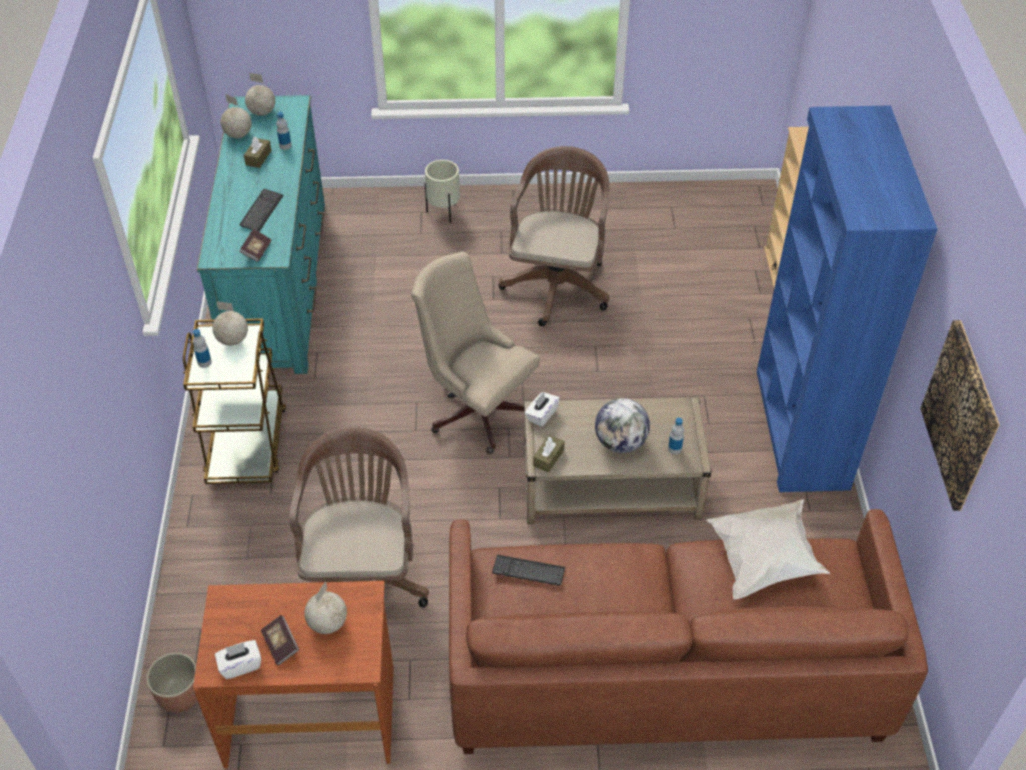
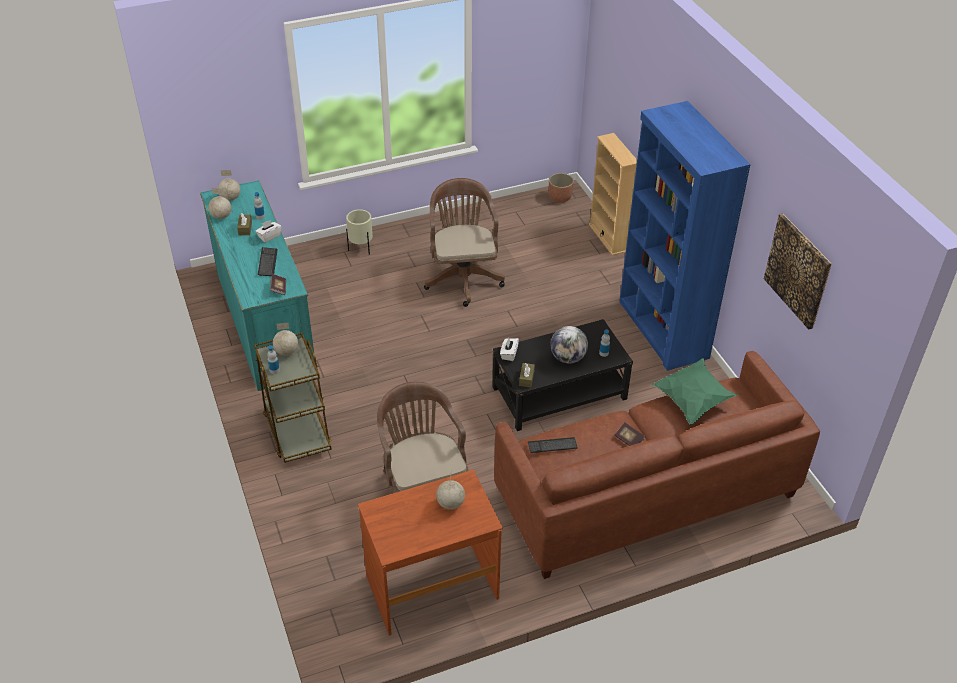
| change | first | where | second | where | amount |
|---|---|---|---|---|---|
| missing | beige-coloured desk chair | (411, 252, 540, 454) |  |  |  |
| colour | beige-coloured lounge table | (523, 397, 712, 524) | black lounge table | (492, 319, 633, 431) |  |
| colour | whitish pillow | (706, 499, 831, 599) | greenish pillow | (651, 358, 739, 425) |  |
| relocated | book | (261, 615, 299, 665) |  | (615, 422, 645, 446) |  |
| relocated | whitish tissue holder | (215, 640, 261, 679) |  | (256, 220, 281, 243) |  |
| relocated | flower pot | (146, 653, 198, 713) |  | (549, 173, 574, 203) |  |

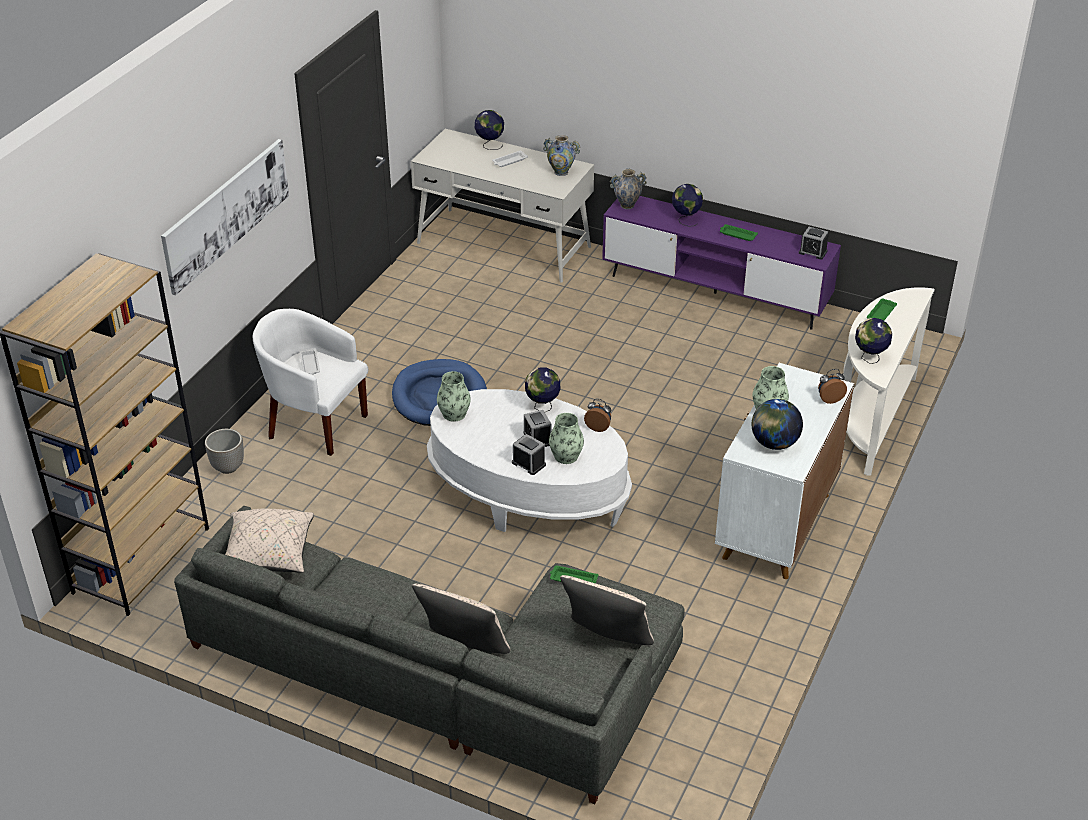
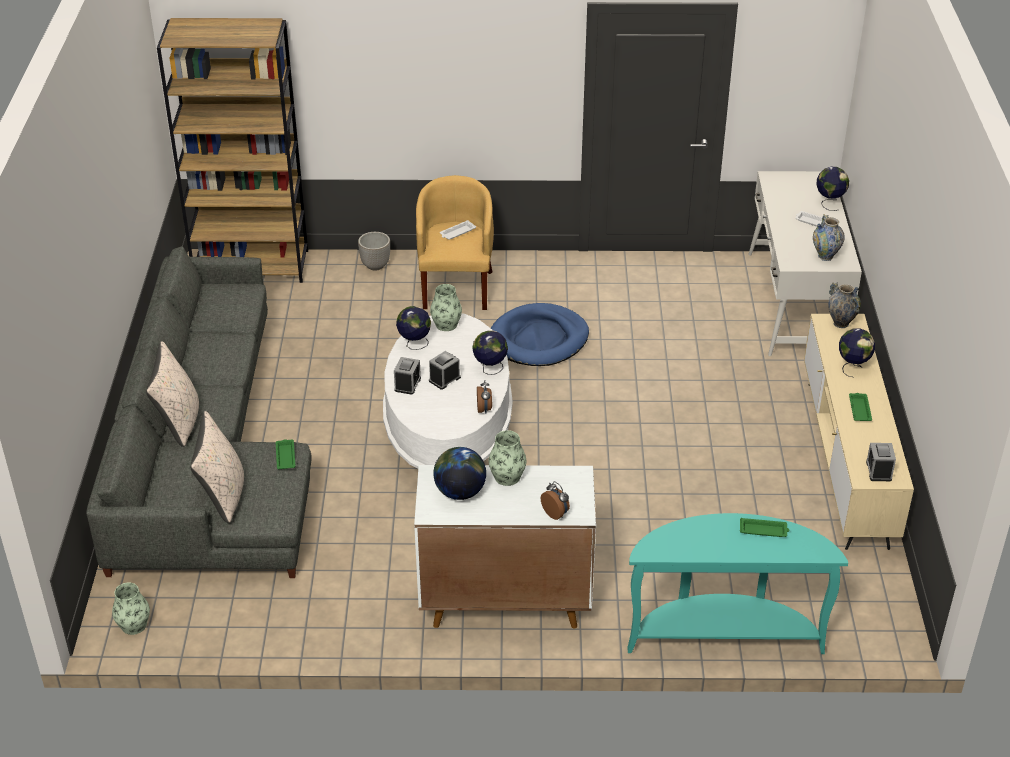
| change | first | where | second | where | amount |
|---|---|---|---|---|---|
| missing | wall art | (161, 139, 289, 296) |  |  |  |
| colour | purple-coloured media console | (602, 196, 841, 330) | beige-coloured media console | (804, 314, 914, 550) |  |
| colour | whitish narrow table | (843, 287, 935, 476) | turquoise narrow table | (627, 513, 848, 654) |  |
| colour | whitish lounge chair | (253, 309, 369, 456) | yellowish lounge chair | (416, 175, 494, 310) |  |
| relocated | world globe | (855, 318, 892, 364) |  | (396, 306, 431, 350) |  |
| relocated | vase | (549, 413, 584, 464) |  | (112, 583, 150, 635) |  |
| missing | beige-coloured pillow | (225, 509, 314, 573) |  |  |  |

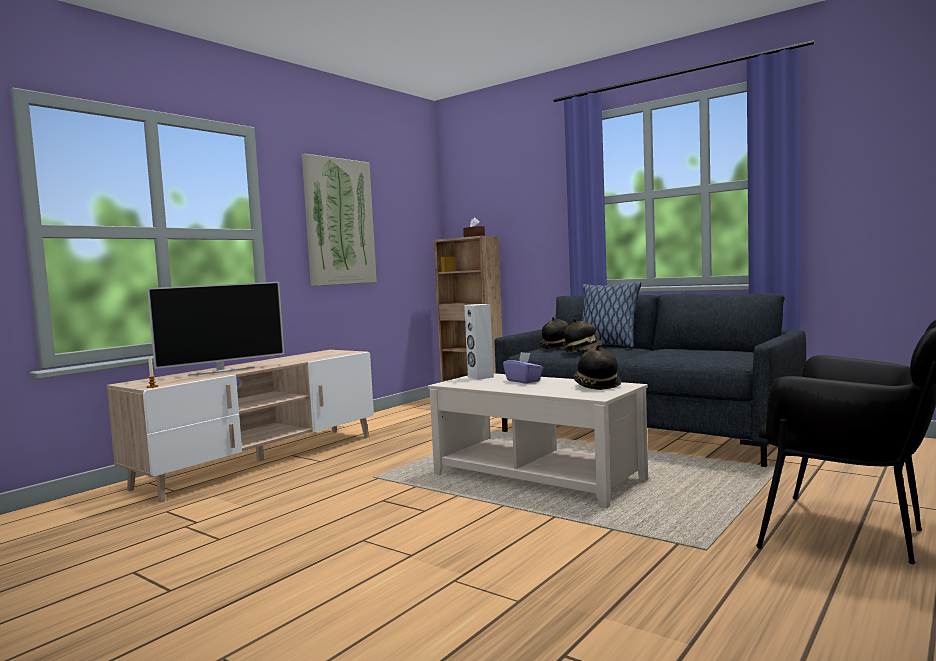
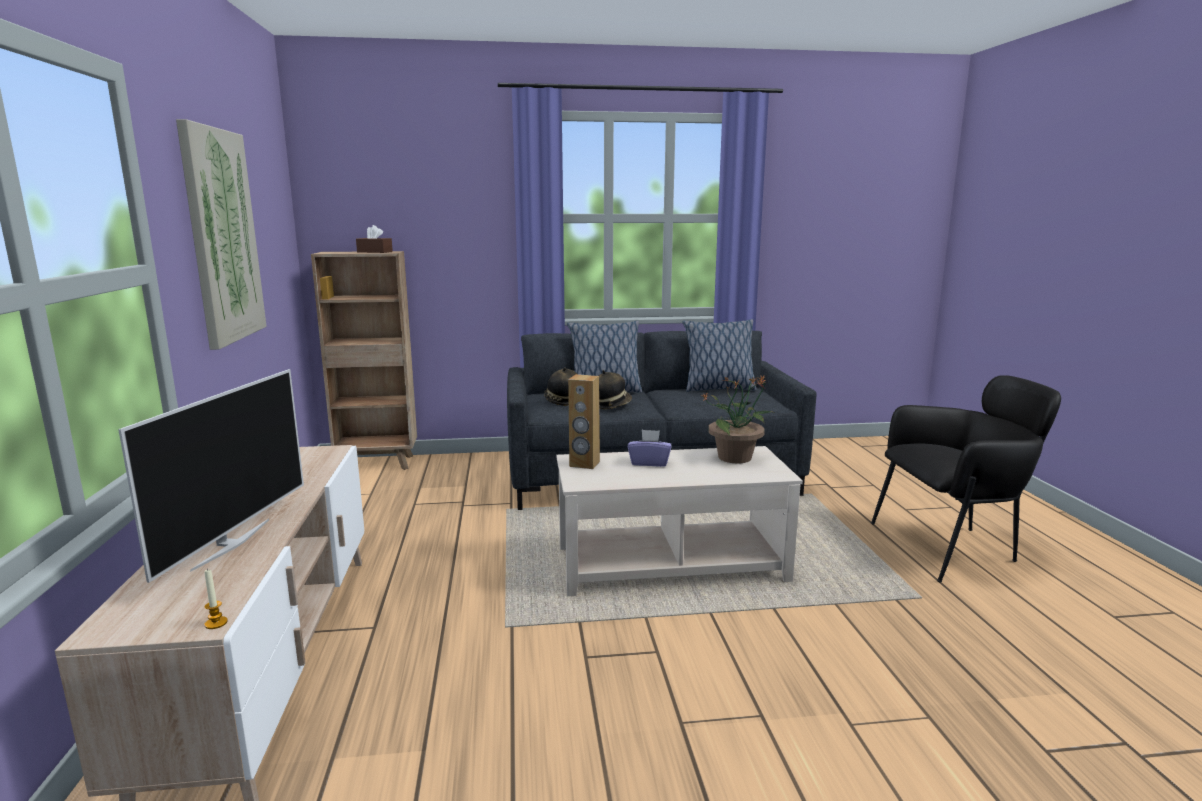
| change | first | where | second | where | amount |
|---|---|---|---|---|---|
| colour | whitish speaker | (464, 304, 494, 380) | brownish speaker | (568, 374, 600, 469) |  |
| exchanged | wearable hat | (573, 345, 621, 390) | potted plant | (701, 374, 776, 463) |  |
| appeared |  |  | pillow | (682, 319, 757, 392) |  |

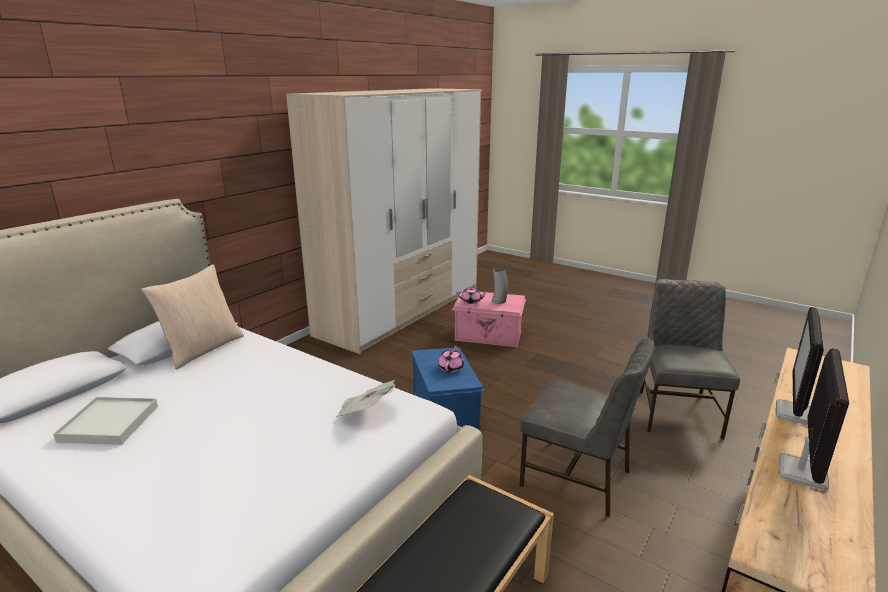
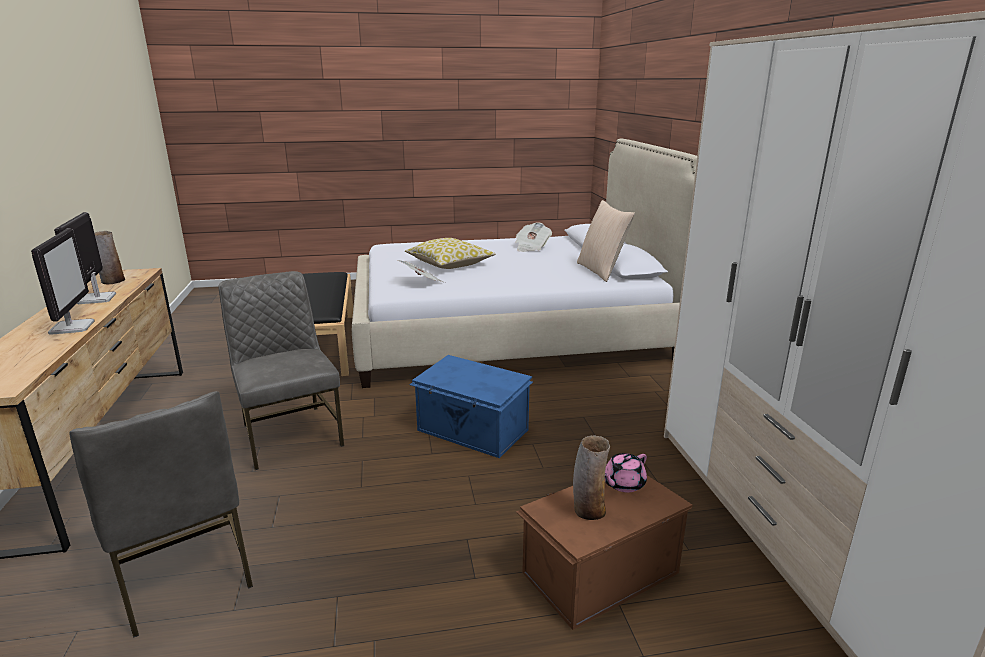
| change | first | where | second | where | amount |
|---|---|---|---|---|---|
| colour | pink storage bin | (452, 290, 526, 347) | brownish storage bin | (516, 475, 693, 630) |  |
| spun | gray upright chair | (519, 338, 655, 517) |  | (218, 271, 344, 470) | 75 degrees clockwise |
| missing | pink teapot | (438, 345, 464, 373) |  |  |  |
| exchanged | whitish tray | (53, 397, 158, 445) | newspaper | (515, 222, 552, 252) |  |
| appeared |  |  | vase | (94, 231, 125, 284) |  |
| appeared |  |  | pillow | (405, 238, 496, 269) |  |

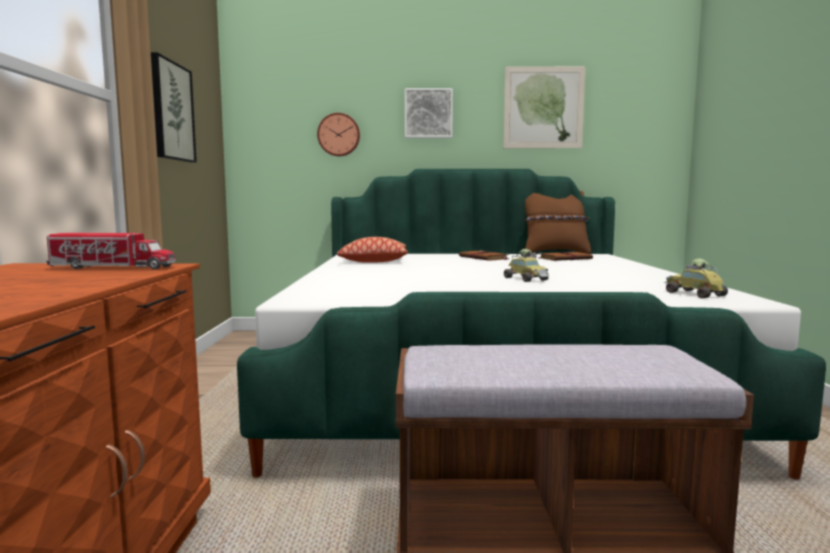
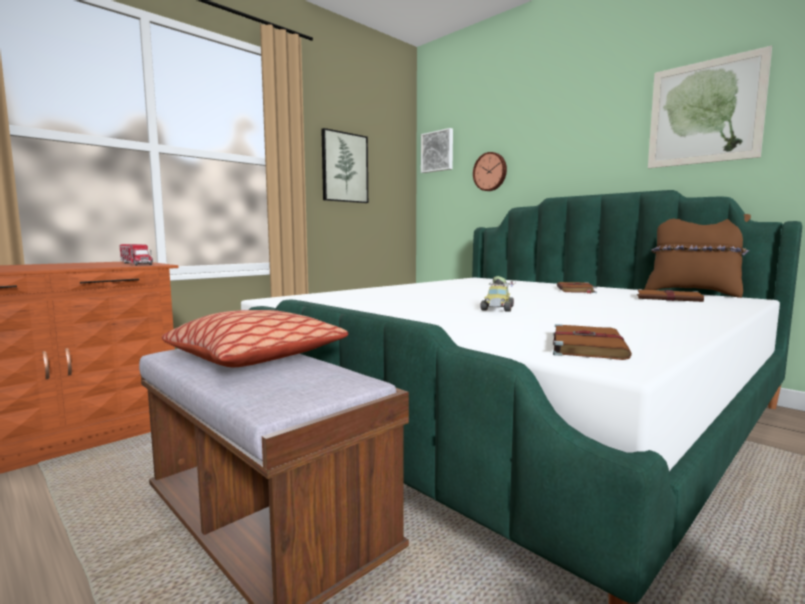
| change | first | where | second | where | amount |
|---|---|---|---|---|---|
| relocated | wall art | (405, 88, 453, 138) |  | (421, 128, 453, 173) |  |
| relocated | pillow | (337, 237, 408, 263) |  | (162, 310, 348, 367) |  |
| exchanged | model car | (664, 259, 728, 298) | brownish book | (553, 324, 632, 360) |  |

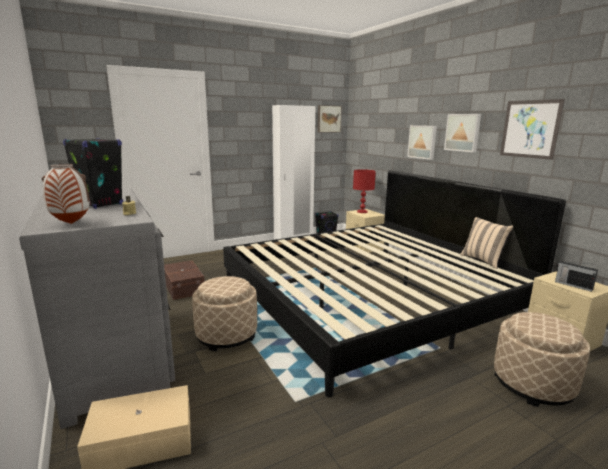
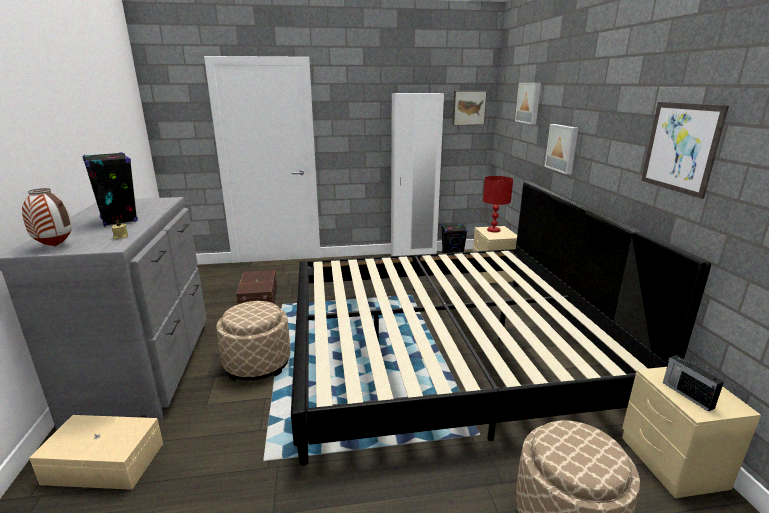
| change | first | where | second | where | amount |
|---|---|---|---|---|---|
| relocated | wall art | (444, 114, 481, 152) |  | (515, 83, 541, 124) |  |
| missing | beige-coloured pillow | (460, 217, 513, 269) |  |  |  |

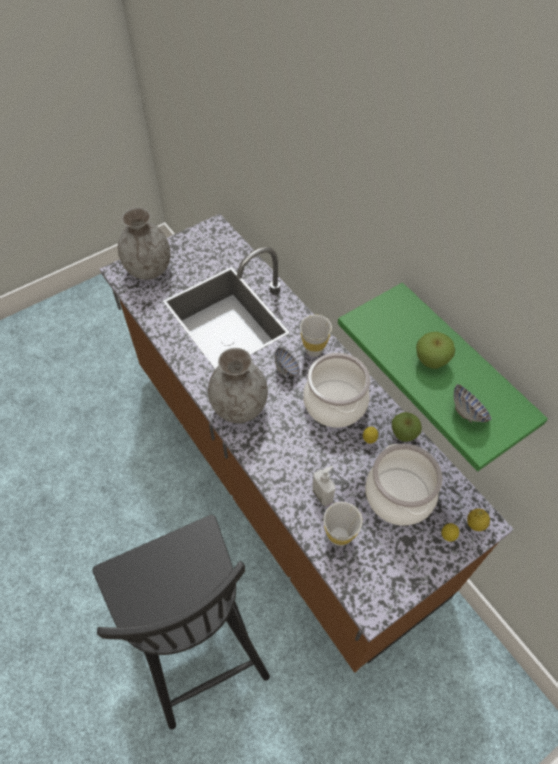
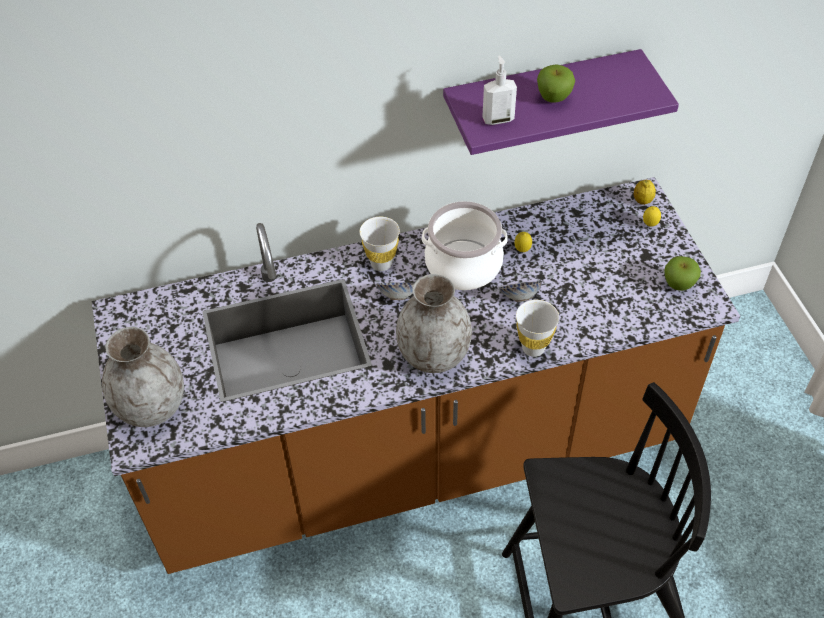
| change | first | where | second | where | amount |
|---|---|---|---|---|---|
| colour | greenish bracket shelf | (338, 283, 548, 471) | purple-coloured bracket shelf | (443, 49, 679, 155) |  |
| relocated | bowl | (454, 384, 491, 423) |  | (499, 282, 542, 302) |  |
| relocated | apple | (392, 412, 422, 442) |  | (664, 256, 701, 291) |  |
| missing | stockpot | (365, 444, 442, 526) |  |  |  |
| relocated | liquid soap bottle | (312, 466, 335, 506) |  | (482, 55, 517, 125) |  |
| relocated | whitish drinking cup | (324, 502, 363, 546) |  | (516, 300, 559, 357) |  |

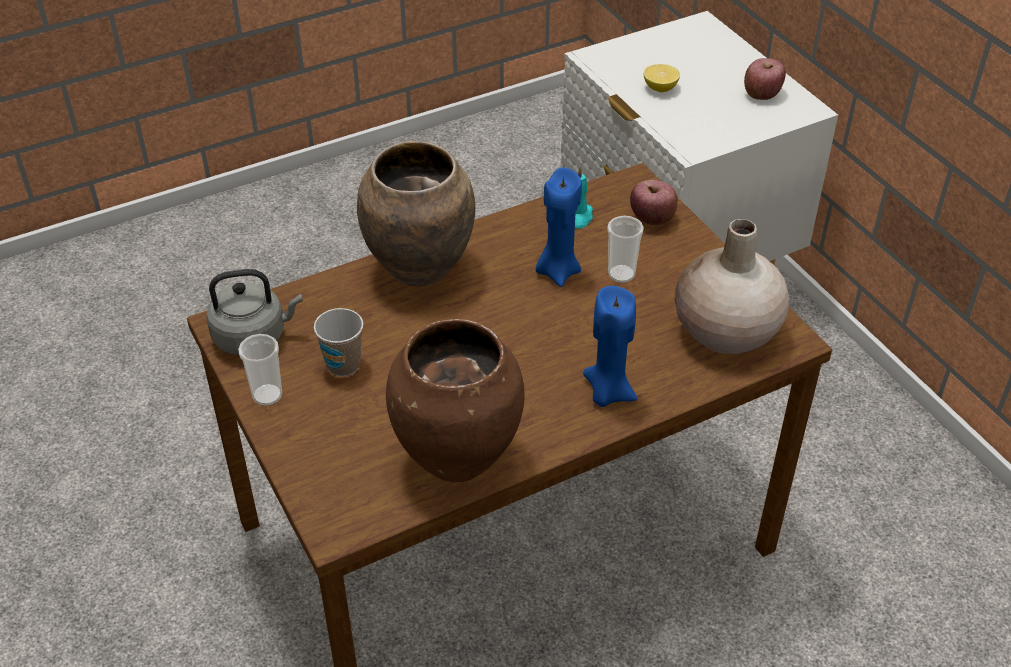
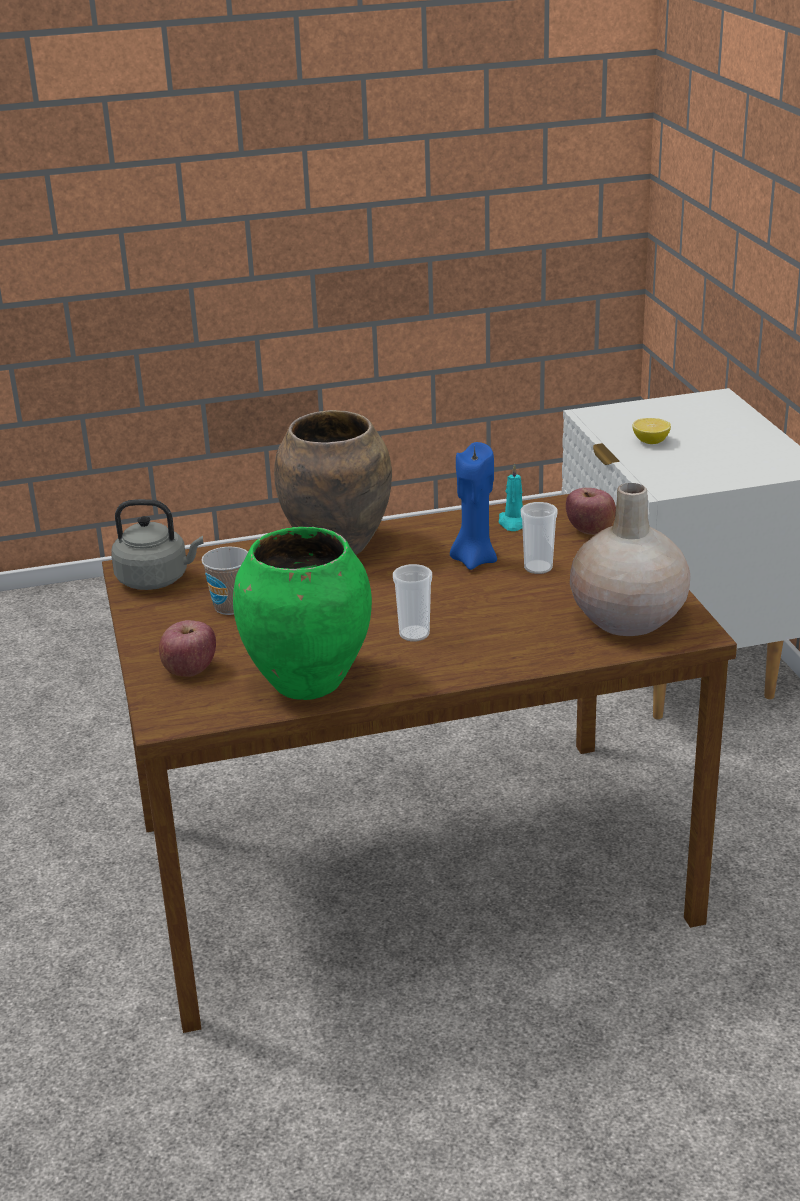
| change | first | where | second | where | amount |
|---|---|---|---|---|---|
| relocated | apple | (744, 58, 786, 100) |  | (159, 620, 216, 677) |  |
| missing | blue-coloured wax light | (583, 286, 638, 407) |  |  |  |
| colour | brownish vase | (386, 319, 525, 482) | greenish vase | (233, 527, 372, 700) |  |
| relocated | drinking cup | (238, 334, 282, 406) |  | (393, 564, 432, 642) |  |

